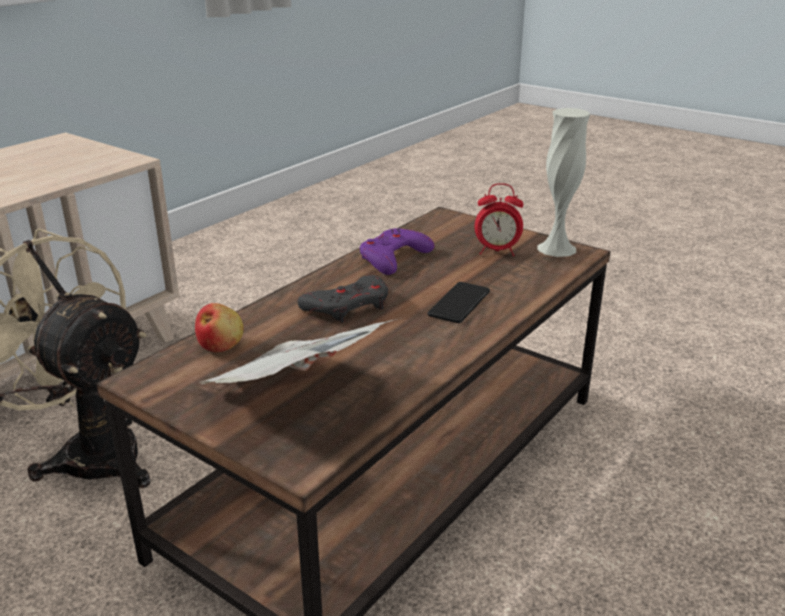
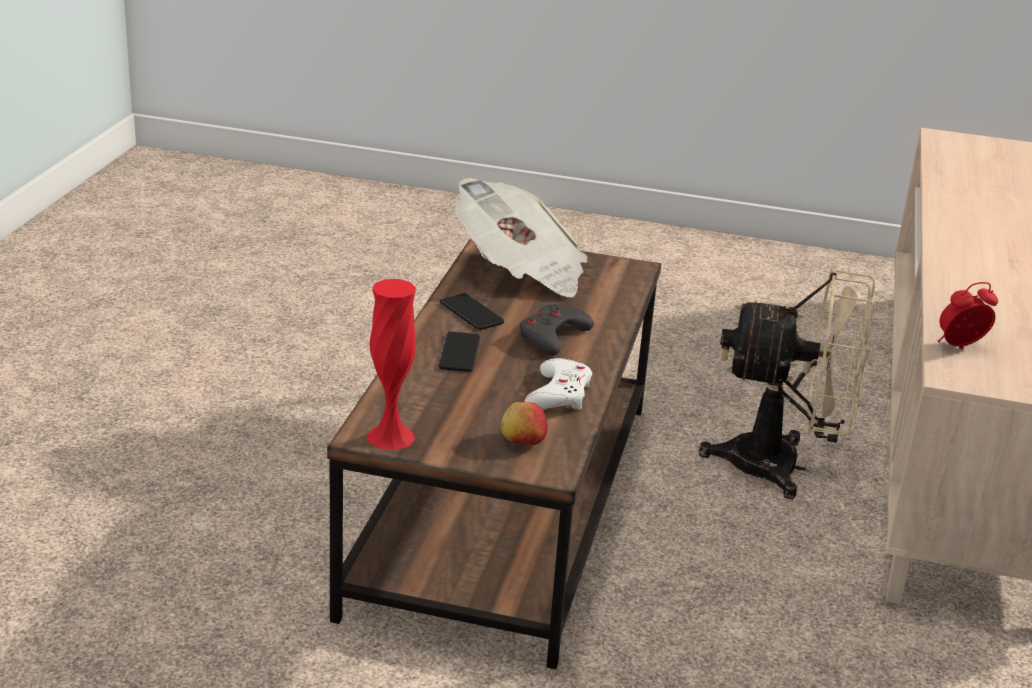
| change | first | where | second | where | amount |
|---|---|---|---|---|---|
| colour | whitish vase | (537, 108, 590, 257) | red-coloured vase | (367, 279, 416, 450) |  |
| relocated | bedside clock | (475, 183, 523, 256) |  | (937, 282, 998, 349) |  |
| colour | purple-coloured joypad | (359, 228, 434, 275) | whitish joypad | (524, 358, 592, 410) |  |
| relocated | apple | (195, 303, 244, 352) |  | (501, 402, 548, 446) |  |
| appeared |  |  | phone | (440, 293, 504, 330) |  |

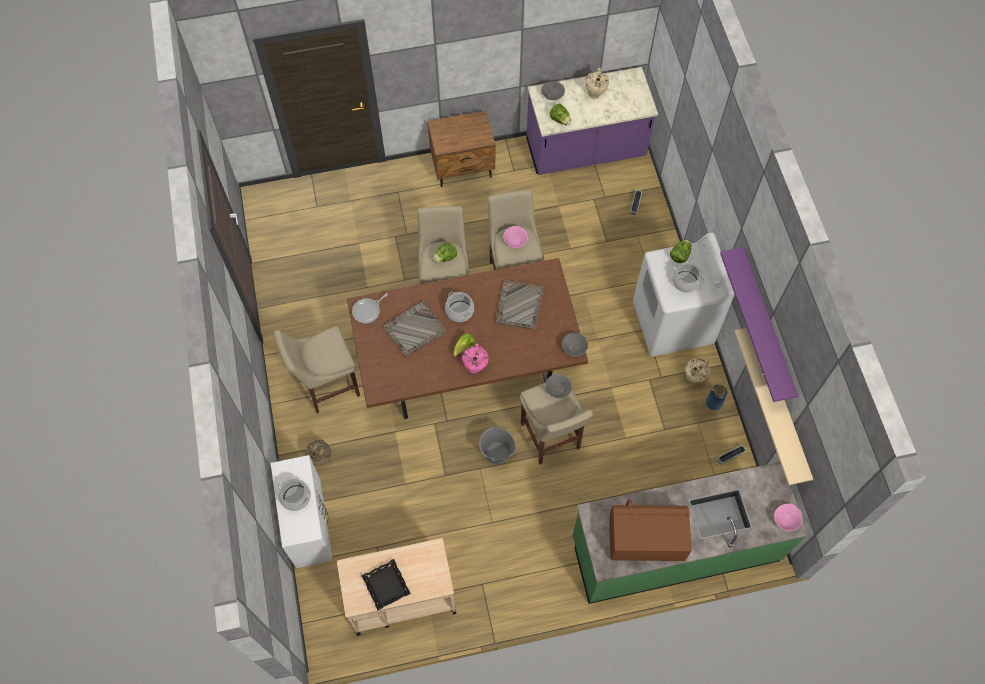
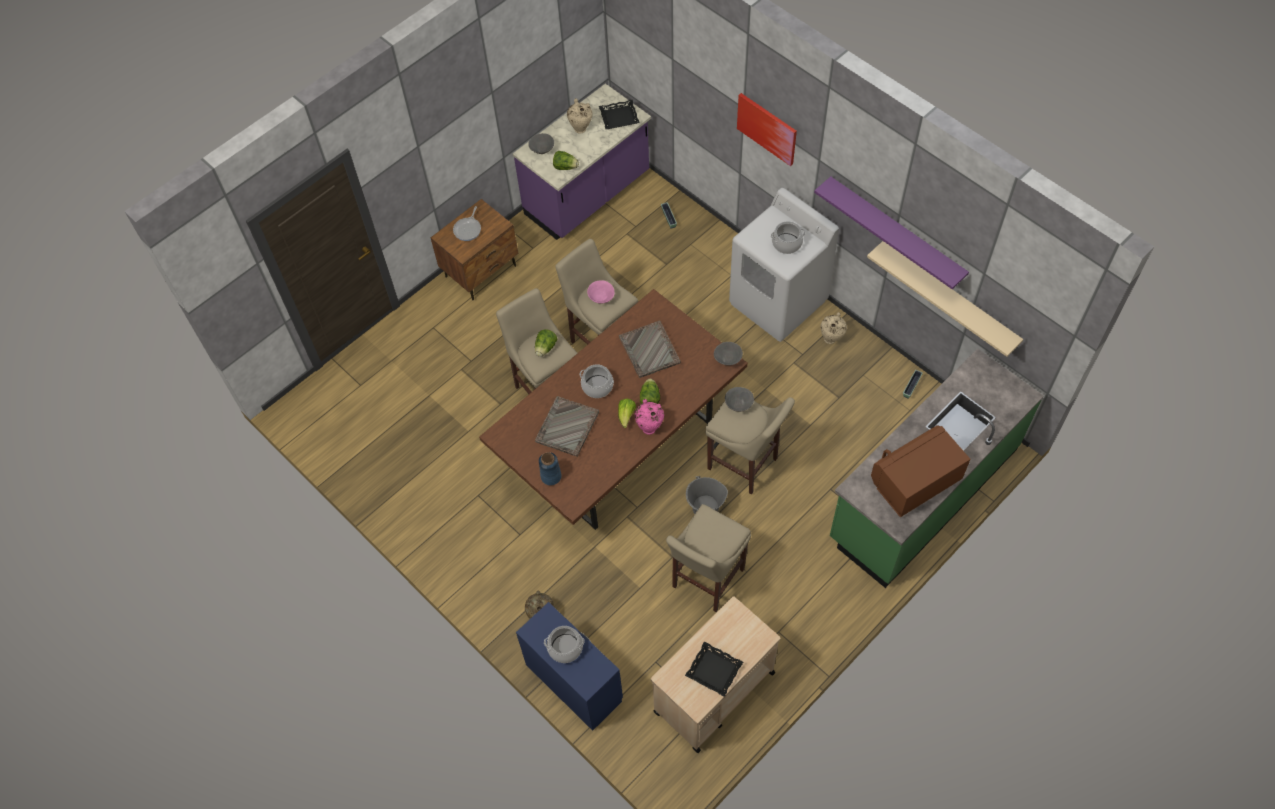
| change | first | where | second | where | amount |
|---|---|---|---|---|---|
| relocated | lettuce | (670, 240, 692, 263) |  | (640, 379, 660, 404) |  |
| relocated | skillet | (352, 293, 388, 324) |  | (453, 206, 481, 241) |  |
| relocated | beige-coloured stool | (273, 326, 360, 413) |  | (666, 504, 751, 612) |  |
| relocated | blue-coloured vase | (706, 385, 727, 410) |  | (539, 452, 562, 486) |  |
| colour | whitish chest of drawers | (271, 455, 332, 568) | blue-coloured chest of drawers | (516, 602, 623, 731) |  |
| missing | pink bowl | (774, 504, 802, 531) |  |  |  |
| appeared |  |  | wall art | (737, 93, 797, 166) |  |
| appeared |  |  | black tray | (599, 100, 640, 129) |  |

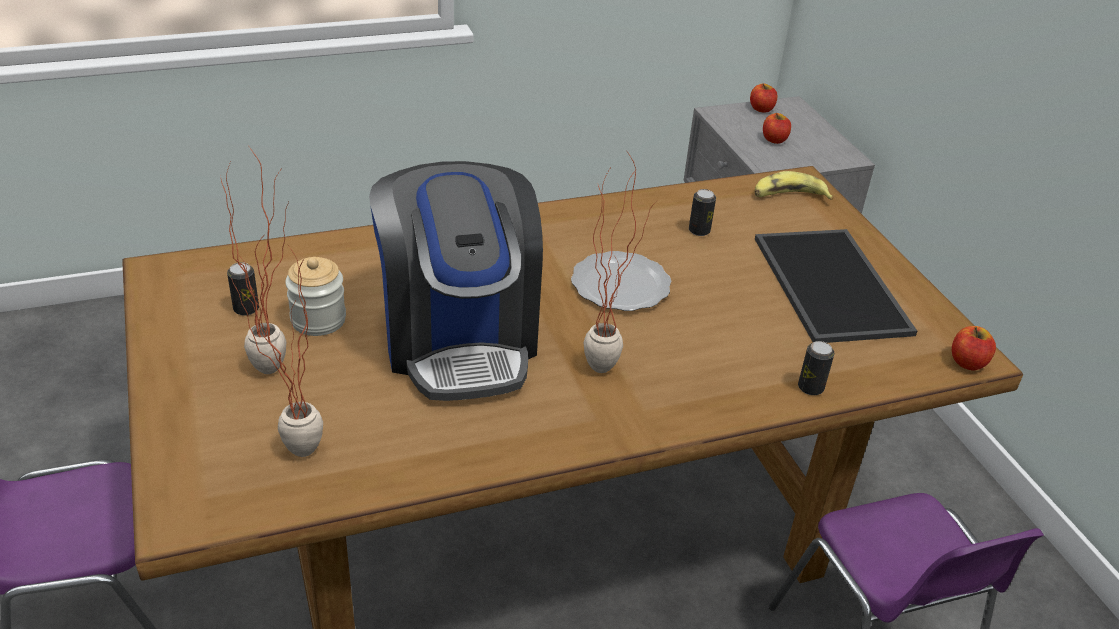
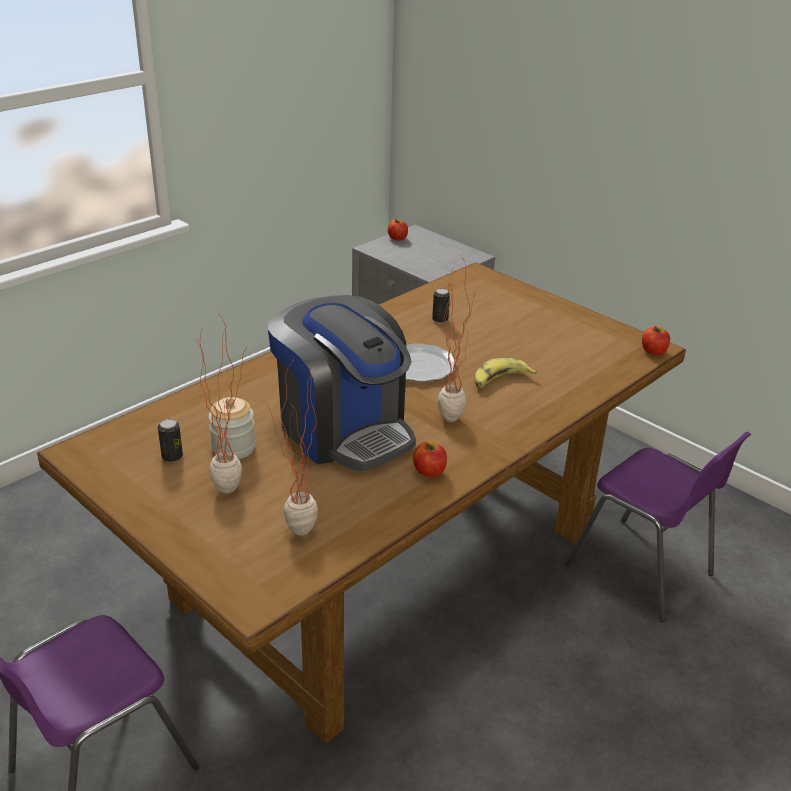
| change | first | where | second | where | amount |
|---|---|---|---|---|---|
| relocated | apple | (763, 113, 791, 144) |  | (413, 441, 447, 477) |  |
| relocated | banana | (755, 171, 834, 200) |  | (475, 358, 537, 388) |  |
| missing | tray | (755, 229, 917, 343) |  |  |  |
| missing | sealed can | (798, 341, 834, 395) |  |  |  |

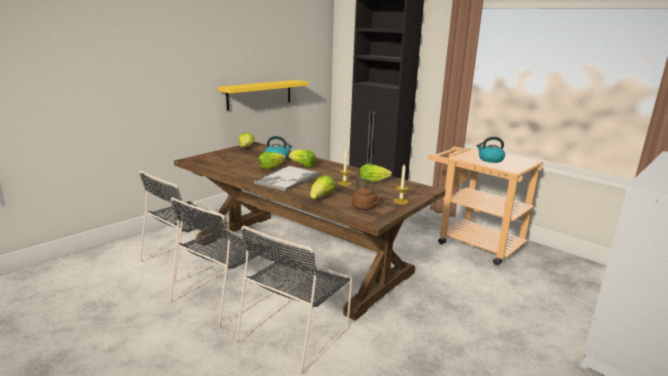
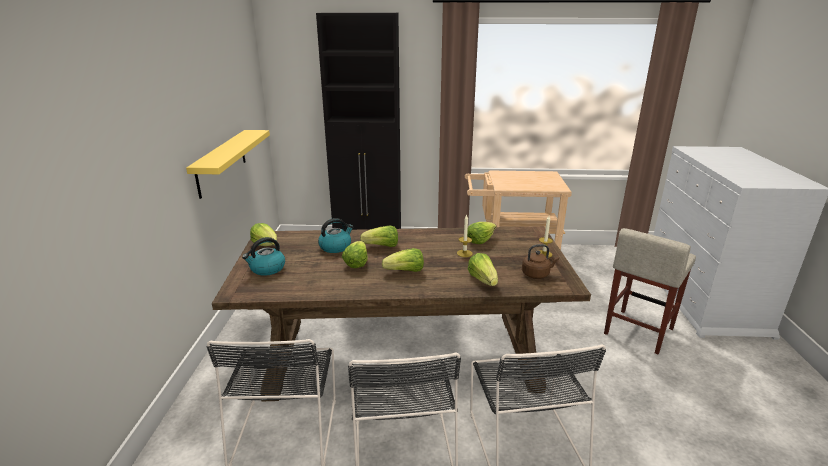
| change | first | where | second | where | amount |
|---|---|---|---|---|---|
| relocated | tea kettle | (476, 136, 505, 163) |  | (242, 237, 285, 276) |  |
| exchanged | tray | (254, 166, 320, 191) | lettuce | (382, 248, 424, 272) |  |
| appeared |  |  | beige-coloured stool | (604, 228, 696, 354) |  |

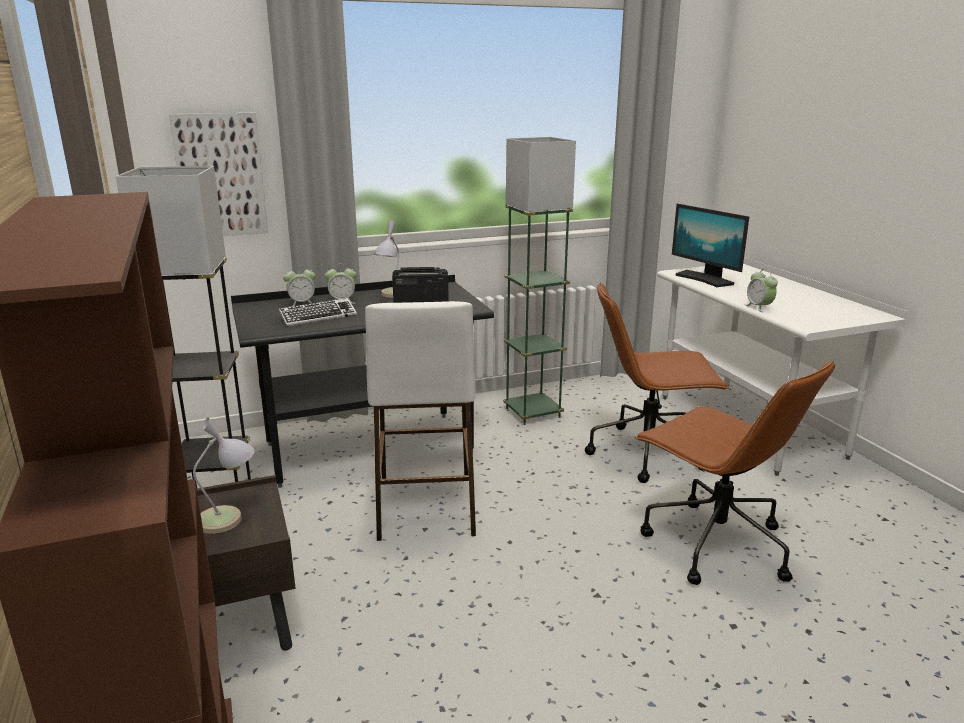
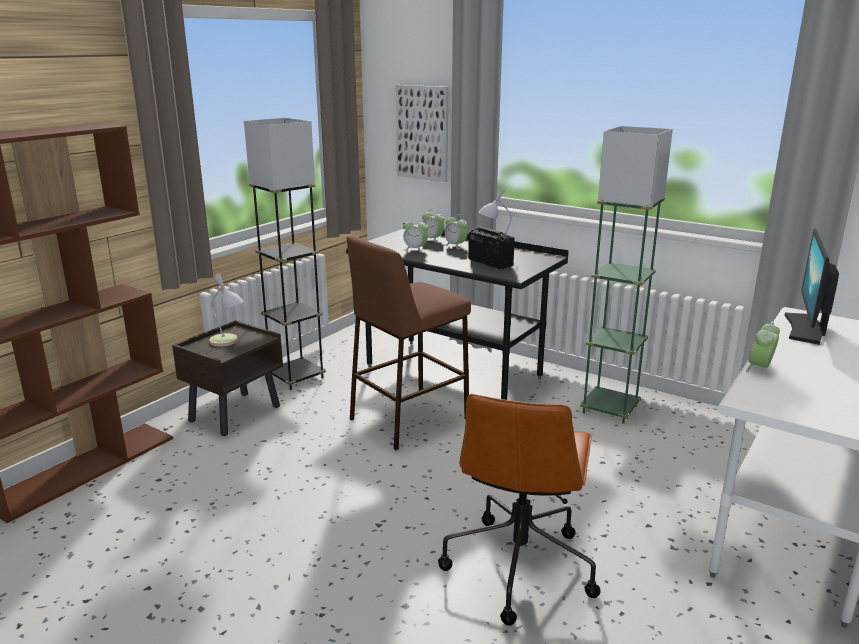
| change | first | where | second | where | amount |
|---|---|---|---|---|---|
| missing | brownish desk chair | (585, 282, 729, 483) |  |  |  |
| exchanged | keyboard | (279, 298, 357, 326) | bedside clock | (403, 217, 428, 253) |  |
| colour | whitish stool | (365, 301, 476, 541) | brownish stool | (347, 236, 471, 450) |  |

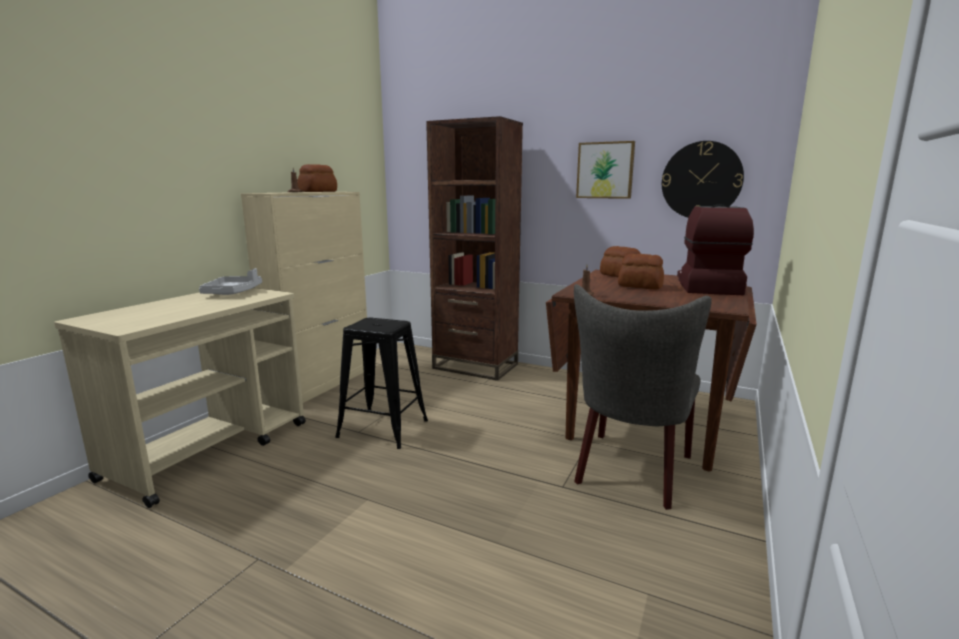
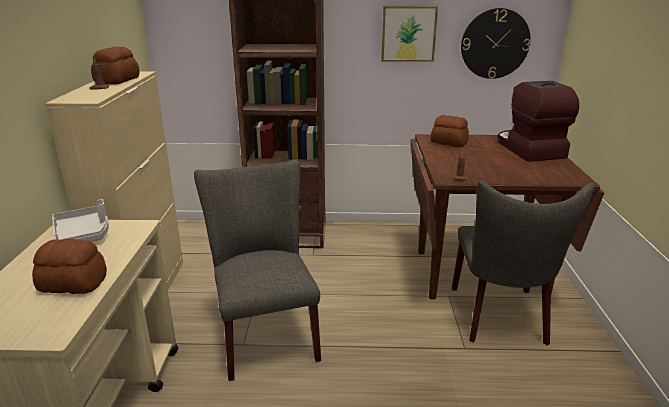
| change | first | where | second | where | amount |
|---|---|---|---|---|---|
| relocated | baked bread | (618, 253, 664, 289) |  | (32, 239, 107, 294) |  |
| exchanged | black stool | (335, 318, 428, 449) | gray upright chair | (194, 159, 321, 381) |  |

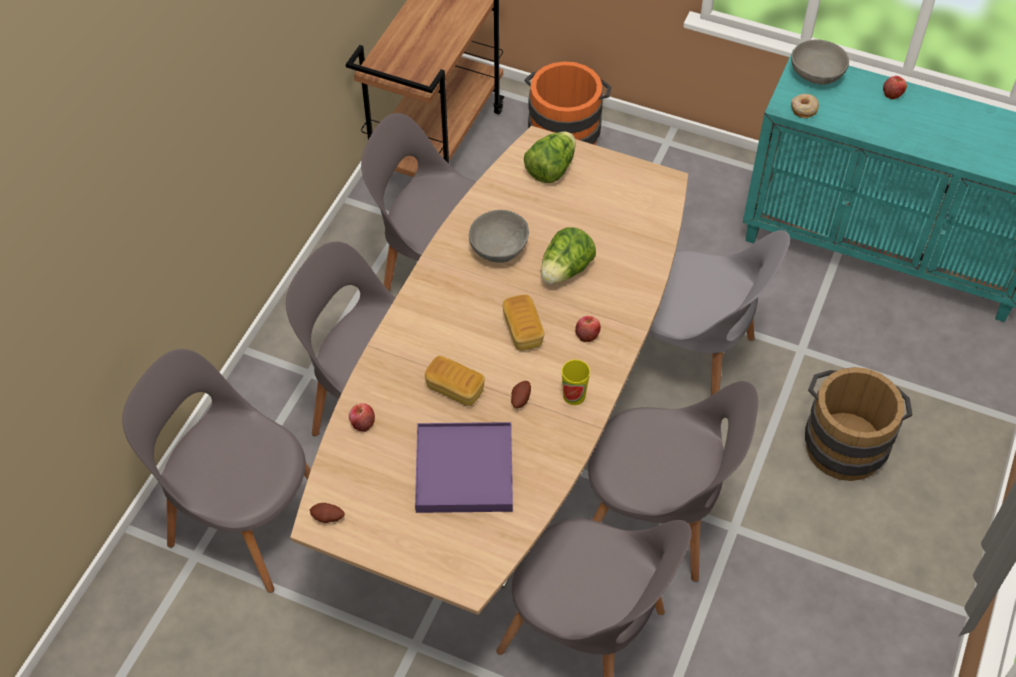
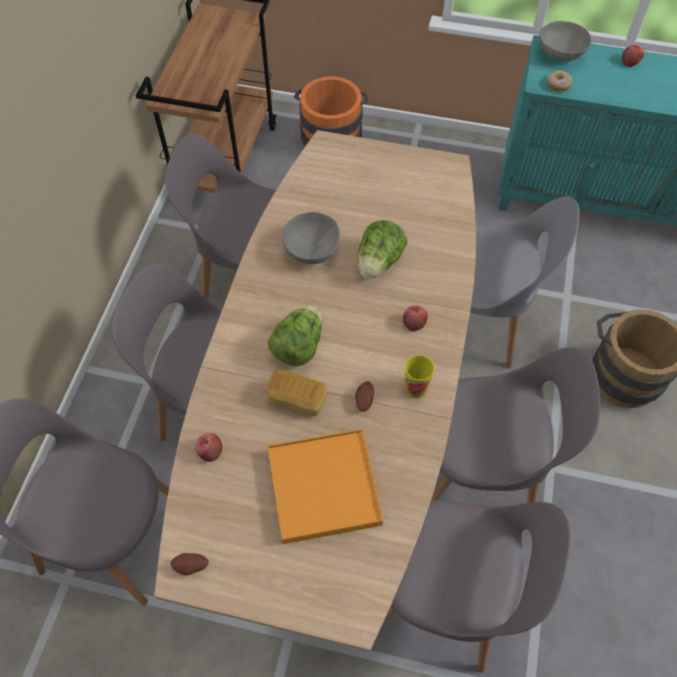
| change | first | where | second | where | amount |
|---|---|---|---|---|---|
| relocated | lettuce | (524, 132, 576, 183) |  | (268, 304, 322, 366) |  |
| missing | baked bread | (503, 295, 545, 351) |  |  |  |
| colour | purple-coloured tray | (415, 422, 513, 513) | orangey tray | (267, 429, 383, 544) |  |

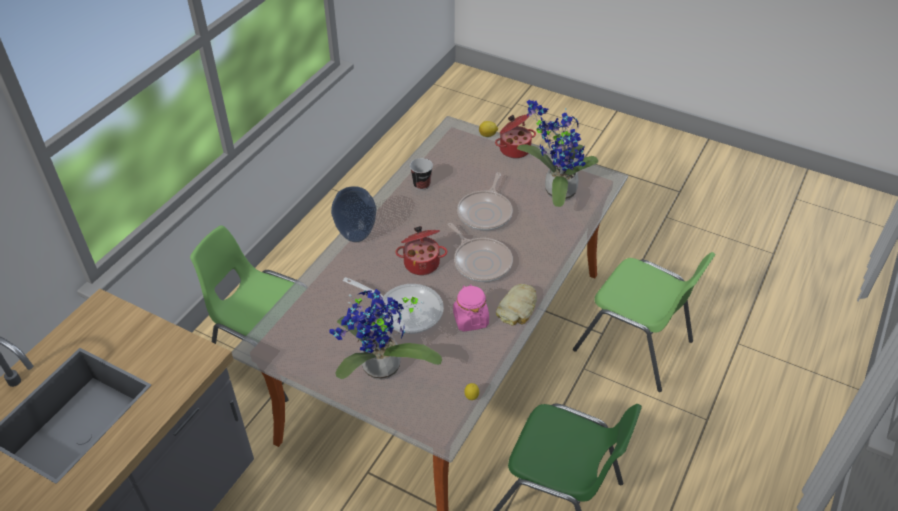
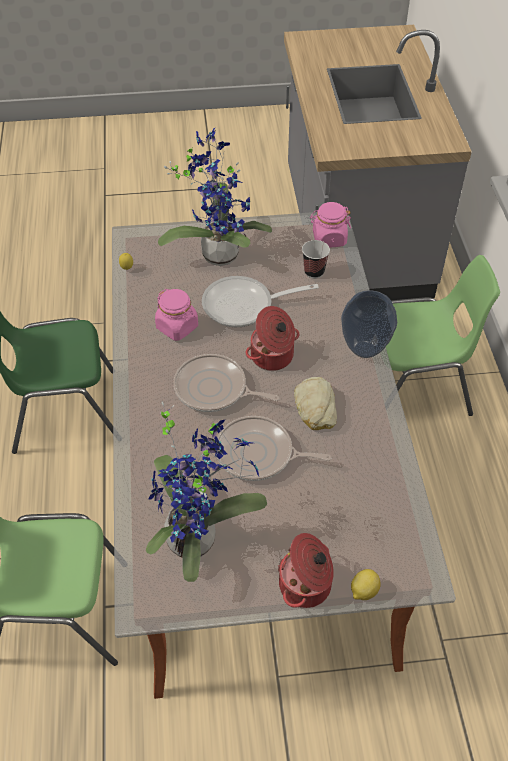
| change | first | where | second | where | amount |
|---|---|---|---|---|---|
| relocated | drinking cup | (410, 158, 433, 190) |  | (302, 240, 330, 279) |  |
| spun | skillet | (457, 172, 513, 231) |  | (216, 416, 331, 481) | 60 degrees counterclockwise |
| relocated | baked bread | (496, 284, 537, 325) |  | (294, 377, 337, 430) |  |
| appeared |  |  | pink storage jar | (310, 202, 351, 248) |  |

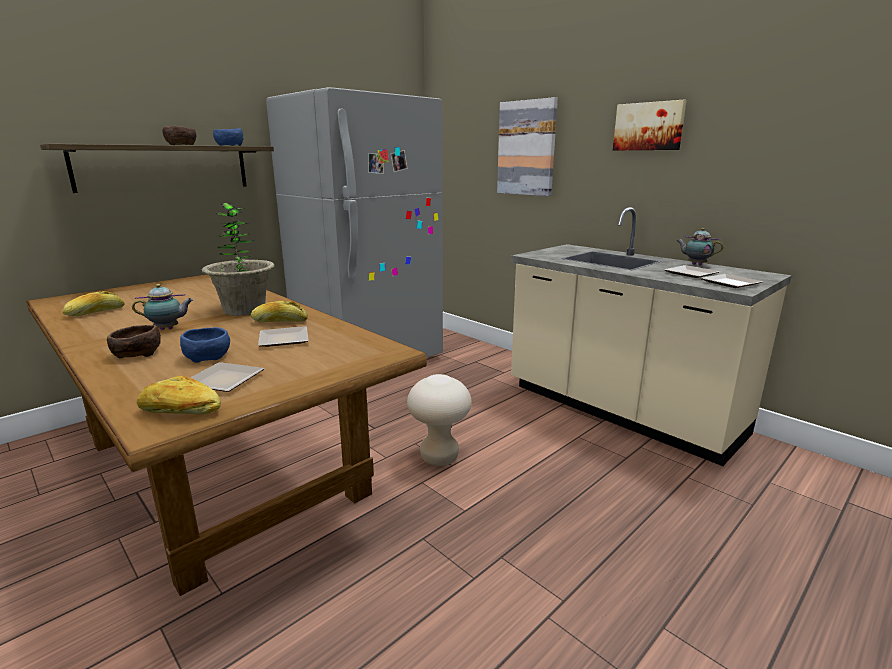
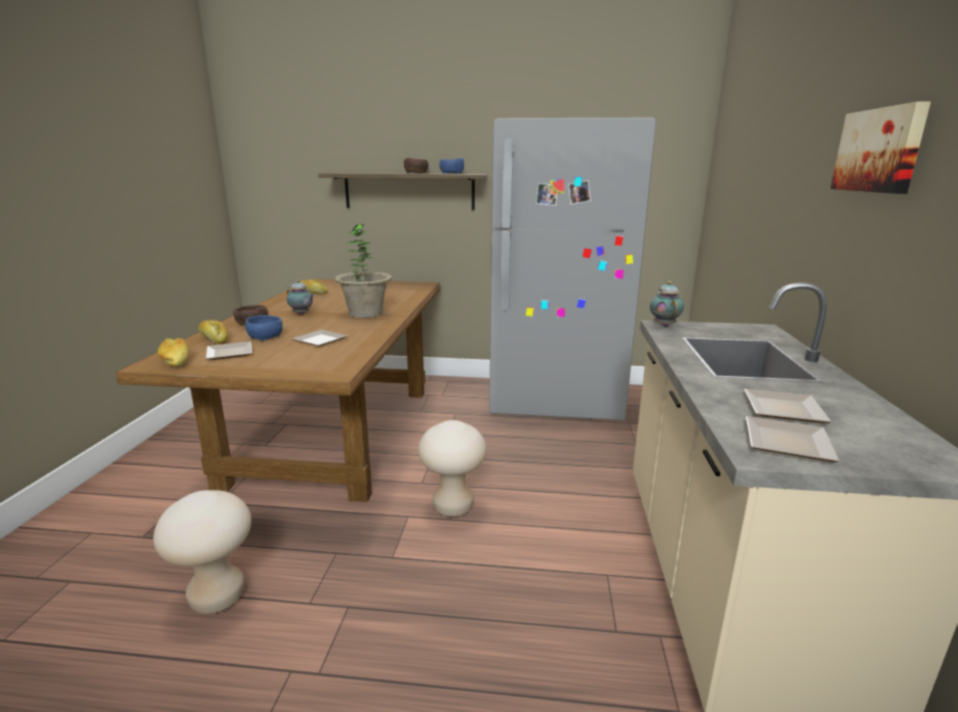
| change | first | where | second | where | amount |
|---|---|---|---|---|---|
| missing | wall art | (497, 97, 558, 196) |  |  |  |
| relocated | teapot | (677, 228, 723, 265) |  | (650, 281, 684, 327) |  |
| relocated | baked bread | (251, 301, 308, 322) |  | (199, 320, 228, 344) |  |
| appeared |  |  | beige-coloured stool | (153, 490, 251, 614) |  |

